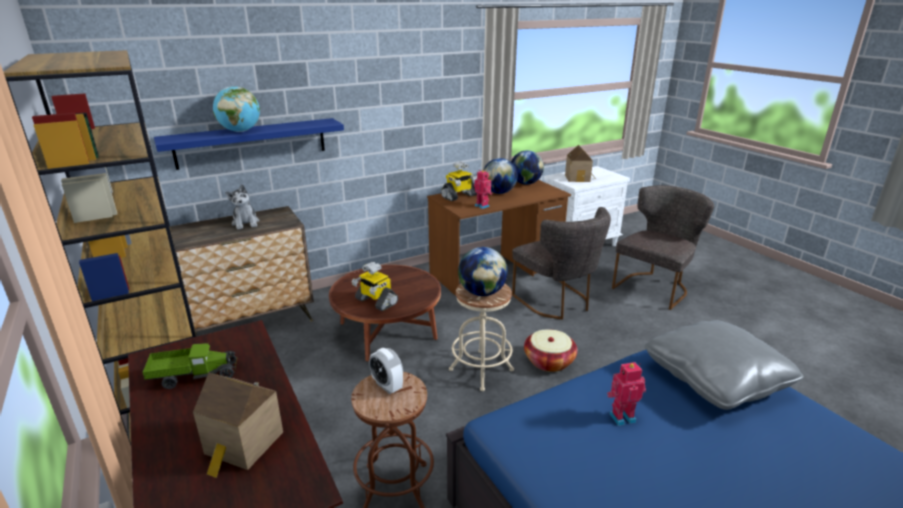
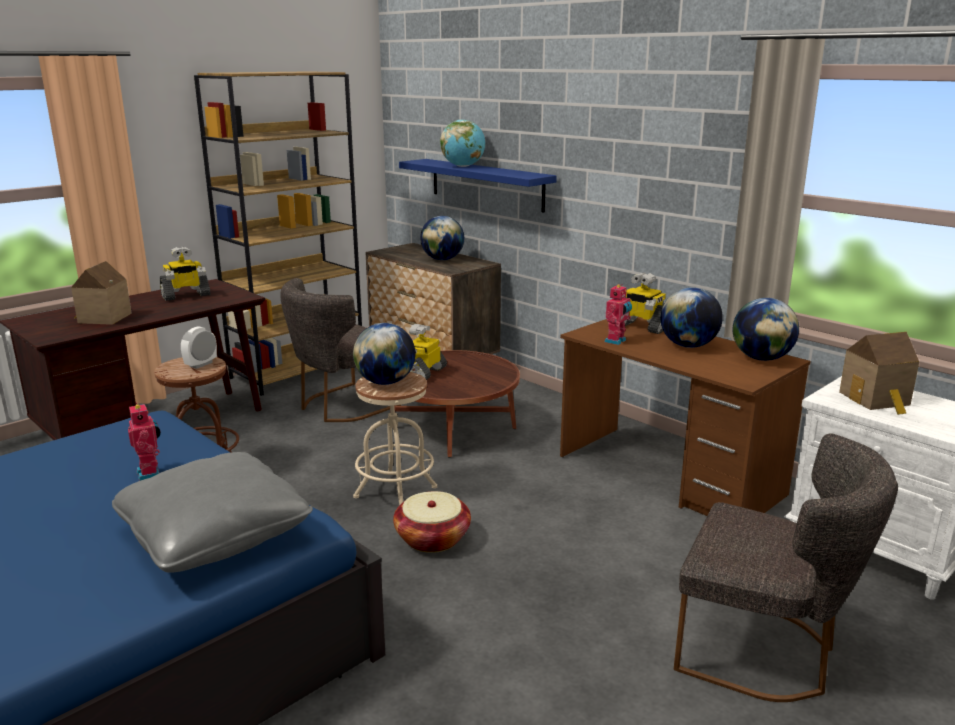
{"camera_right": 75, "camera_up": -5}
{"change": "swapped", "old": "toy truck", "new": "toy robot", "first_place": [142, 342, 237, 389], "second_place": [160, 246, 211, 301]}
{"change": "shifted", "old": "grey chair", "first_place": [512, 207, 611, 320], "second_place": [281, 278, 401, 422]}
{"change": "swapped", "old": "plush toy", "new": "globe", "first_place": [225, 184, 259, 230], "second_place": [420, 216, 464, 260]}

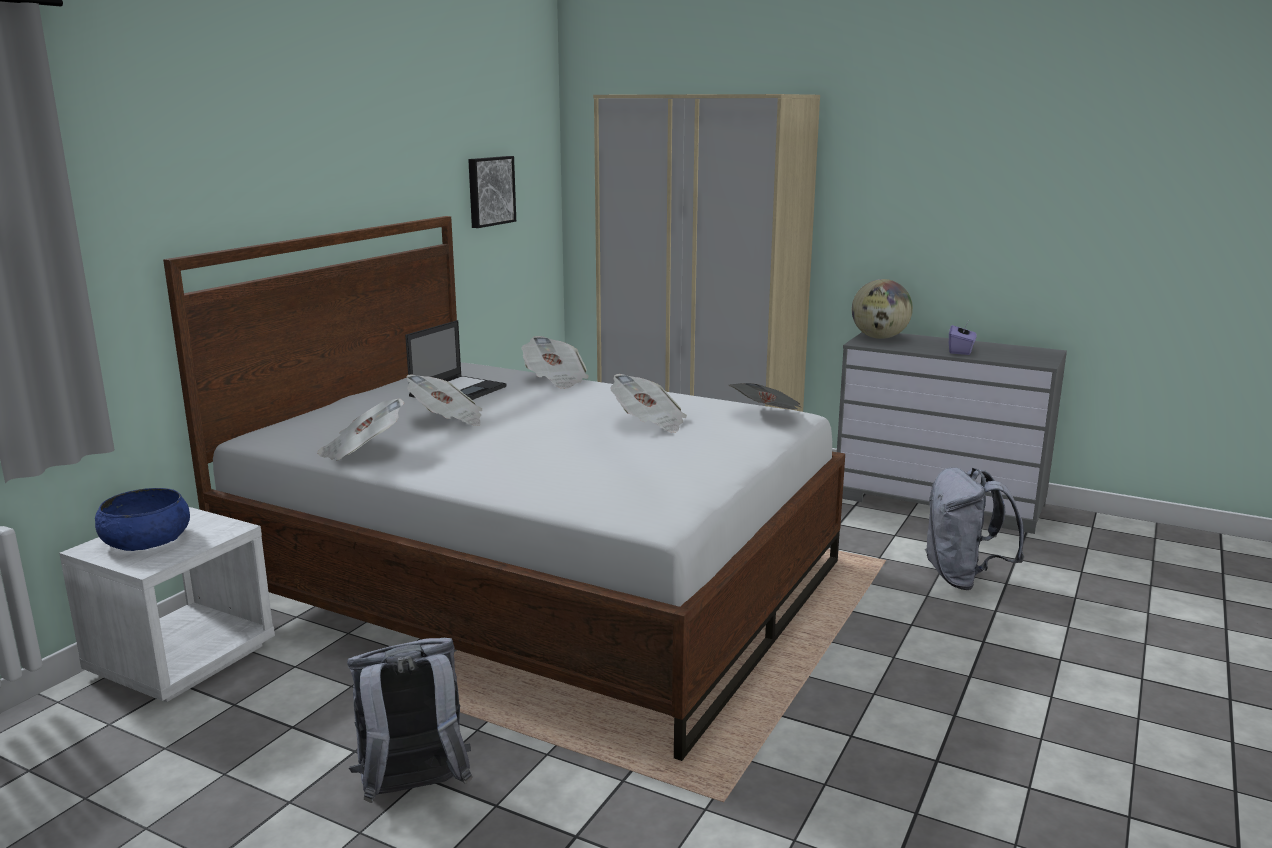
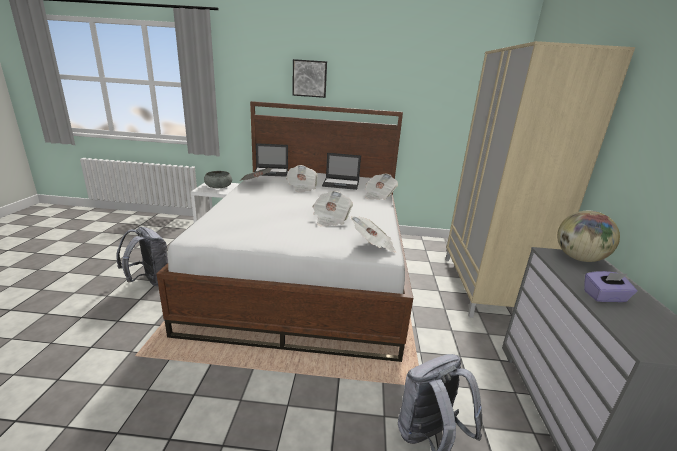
{"camera_right": 65, "camera_up": 5}
{"change": "repainted", "old": "blue bowl", "new": "grey bowl", "first_place": [95, 488, 190, 551], "second_place": [204, 171, 232, 188]}
{"change": "new", "new": "laptop", "second_place": [254, 143, 288, 177]}
{"change": "shifted", "old": "picture", "first_place": [468, 156, 516, 228], "second_place": [292, 59, 327, 98]}

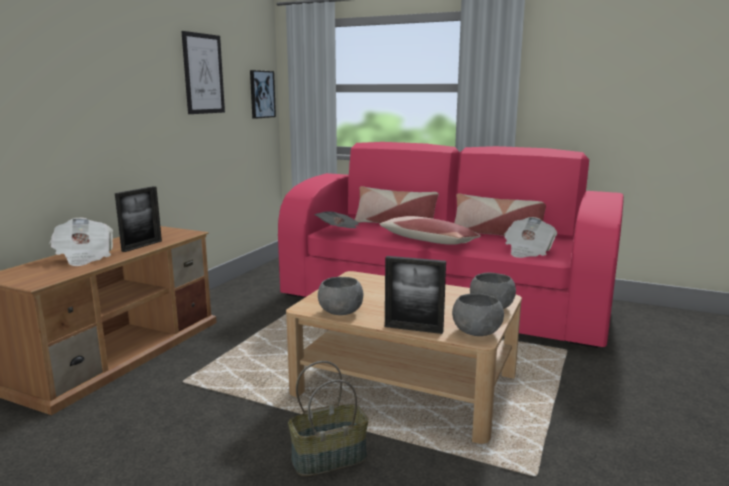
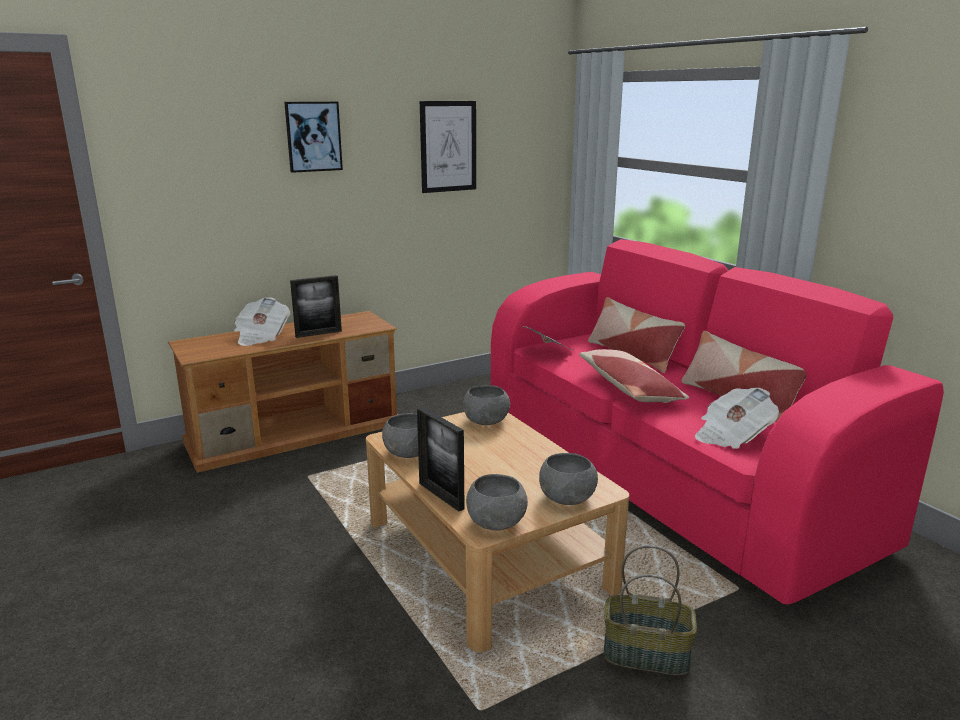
{"camera_right": 35, "camera_up": 5}
{"change": "shifted", "old": "picture", "first_place": [250, 70, 276, 119], "second_place": [284, 102, 343, 173]}
{"change": "new", "new": "grey bowl", "second_place": [463, 385, 510, 425]}
{"change": "shifted", "old": "basket", "first_place": [288, 361, 369, 476], "second_place": [603, 545, 697, 675]}

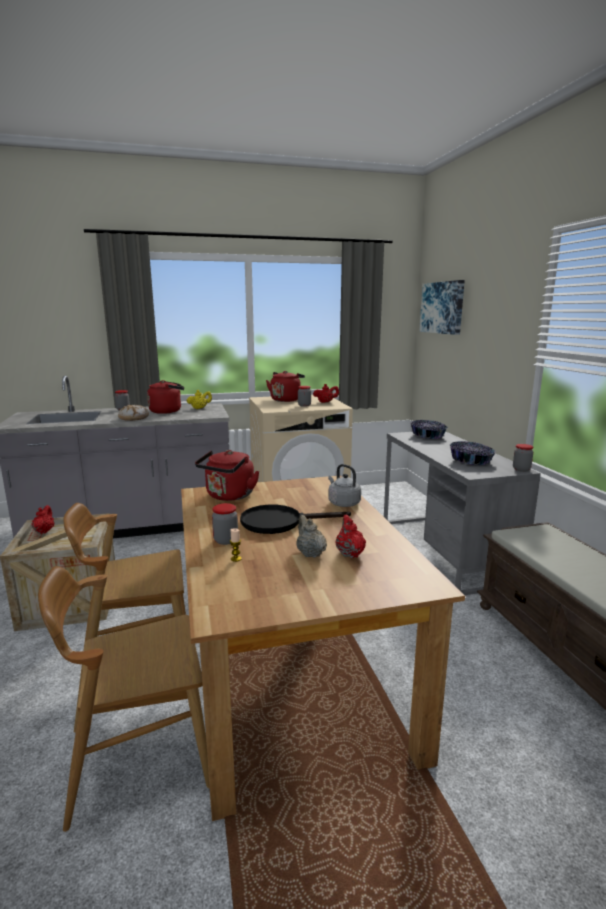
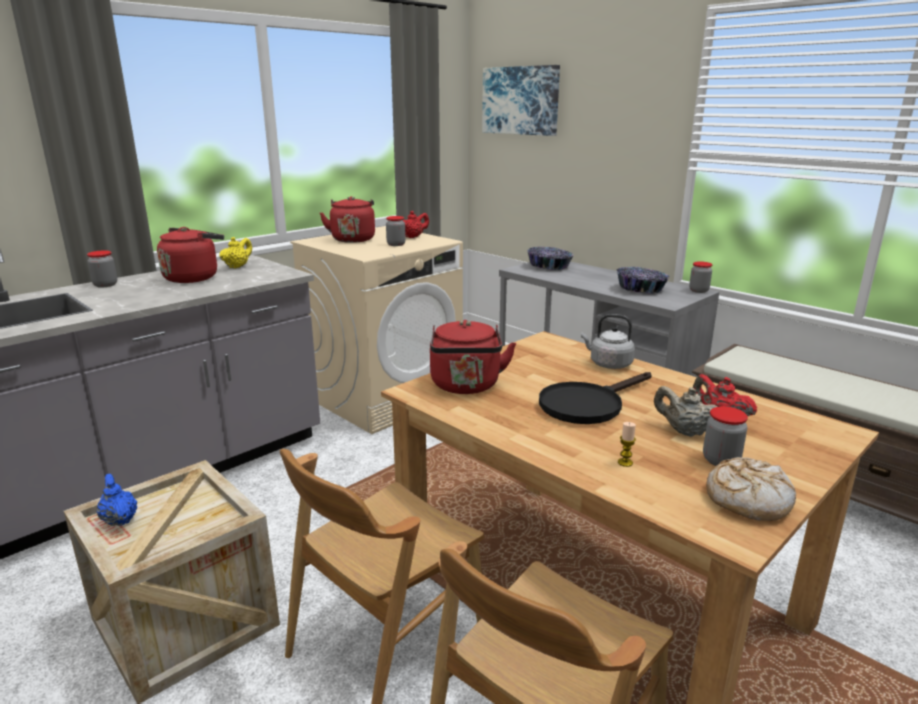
{"camera_right": -30, "camera_up": 5}
{"change": "repainted", "old": "red teapot", "new": "blue teapot", "first_place": [32, 505, 55, 534], "second_place": [97, 474, 137, 526]}
{"change": "shifted", "old": "jar", "first_place": [212, 503, 238, 545], "second_place": [703, 406, 748, 466]}
{"change": "shifted", "old": "bread", "first_place": [118, 405, 149, 421], "second_place": [706, 457, 796, 521]}

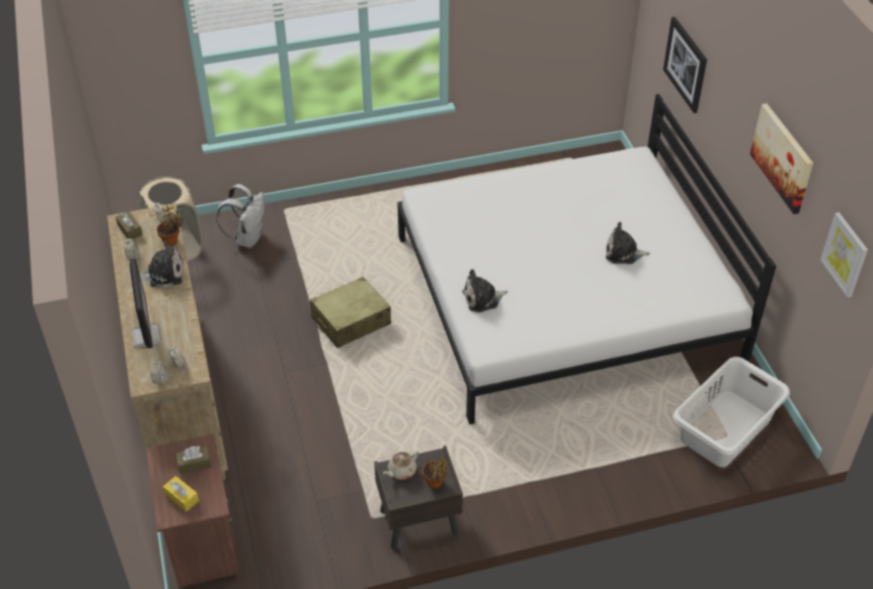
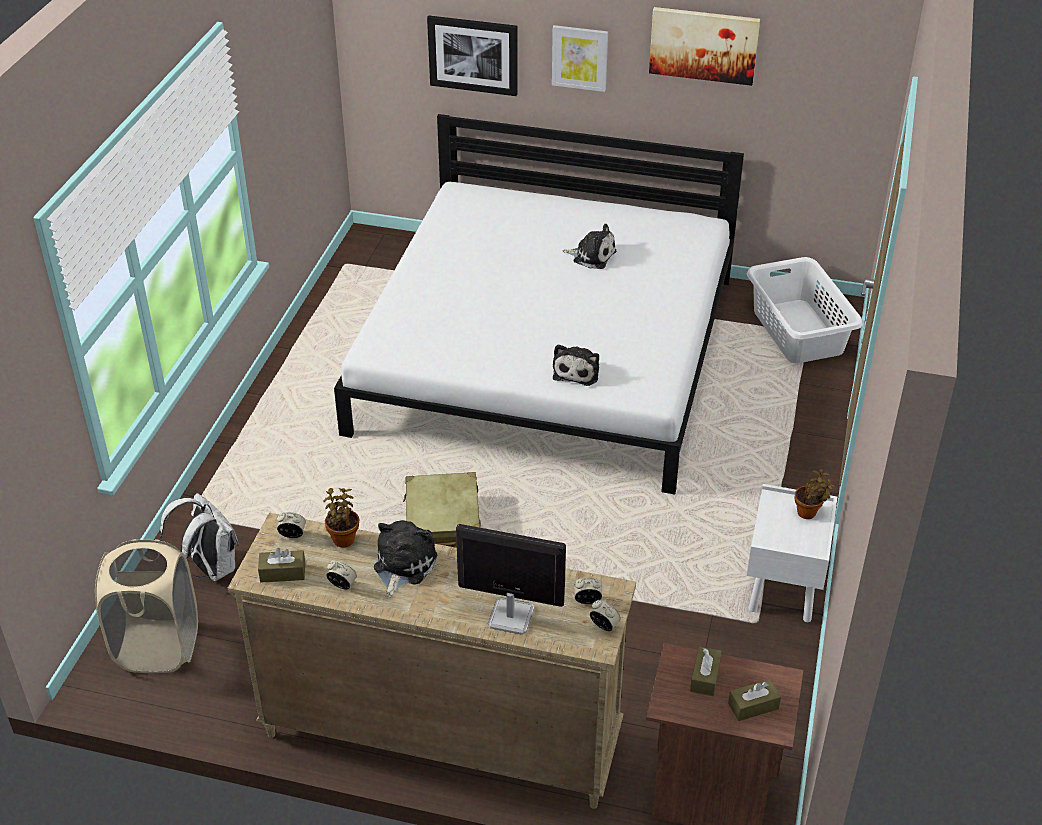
{"camera_right": -60, "camera_up": -5}
{"change": "shifted", "old": "picture", "first_place": [820, 212, 868, 298], "second_place": [552, 25, 608, 92]}
{"change": "rotated", "old": "plush toy", "first_place": [606, 222, 650, 264], "second_place": [562, 224, 616, 269], "degrees": -105}
{"change": "repainted", "old": "yellow tissue box", "new": "brown tissue box", "first_place": [163, 476, 199, 512], "second_place": [728, 679, 781, 721]}
{"change": "repainted", "old": "brown nightstand", "new": "white nightstand", "first_place": [374, 445, 463, 549], "second_place": [747, 484, 837, 622]}
{"change": "gone", "old": "beige teapot", "first_place": [383, 450, 419, 480]}

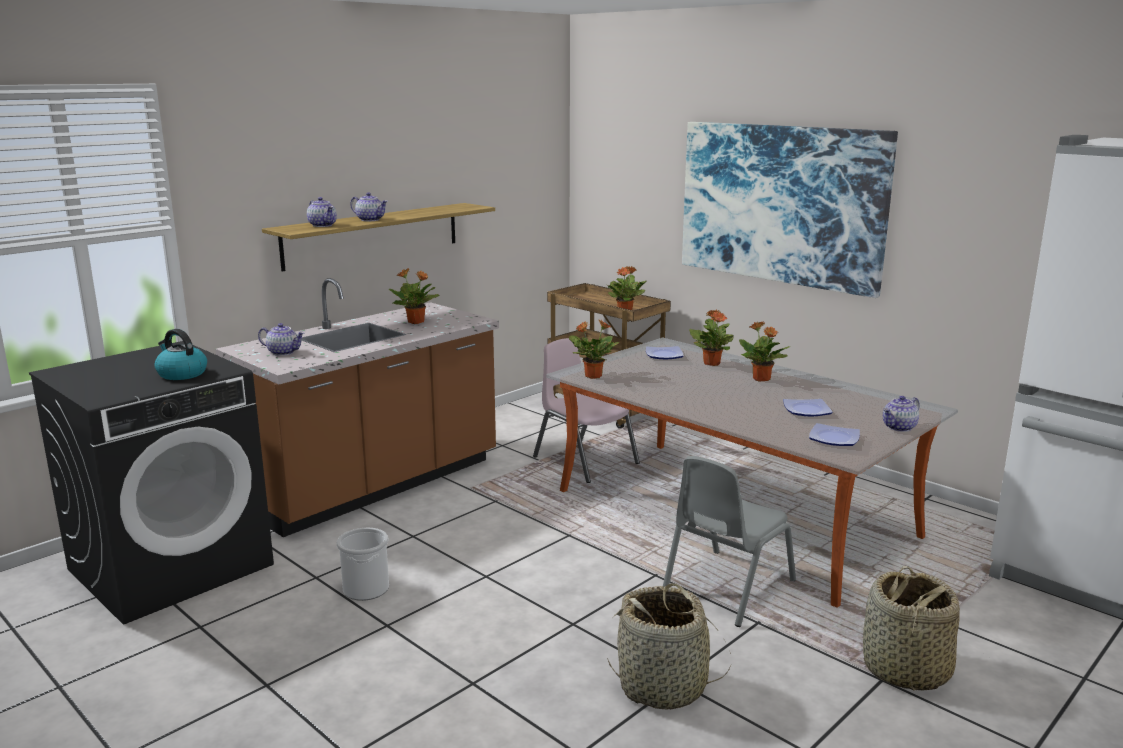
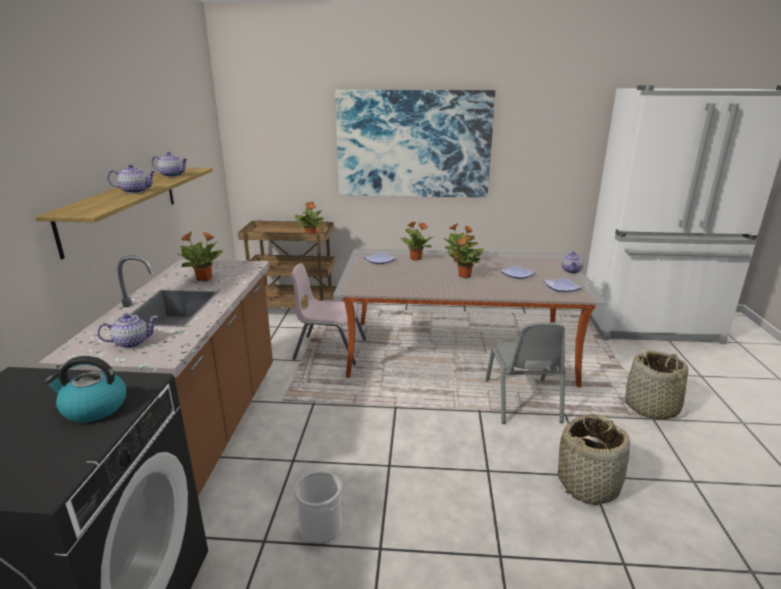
{"camera_right": -40, "camera_up": 5}
{"change": "shifted", "old": "teapot", "first_place": [307, 197, 337, 227], "second_place": [152, 152, 188, 177]}
{"change": "shifted", "old": "potted plant", "first_place": [569, 320, 619, 379], "second_place": [447, 234, 484, 278]}

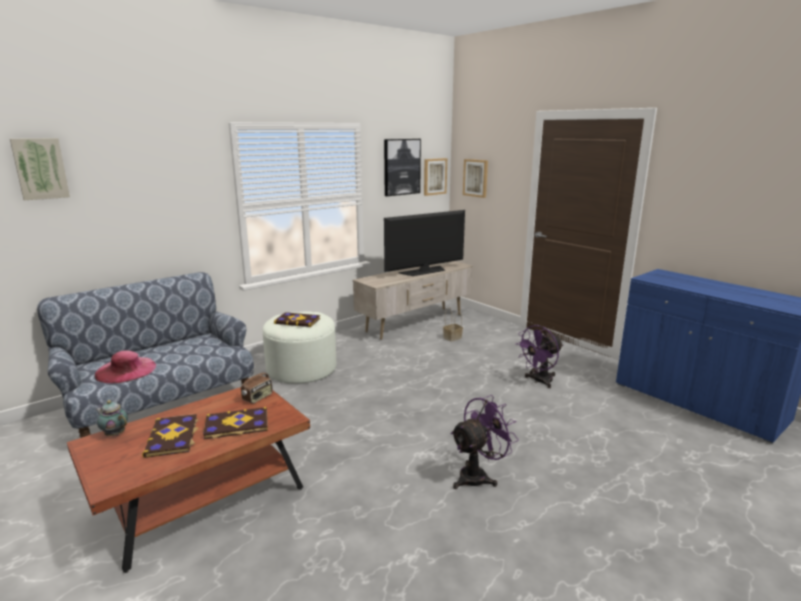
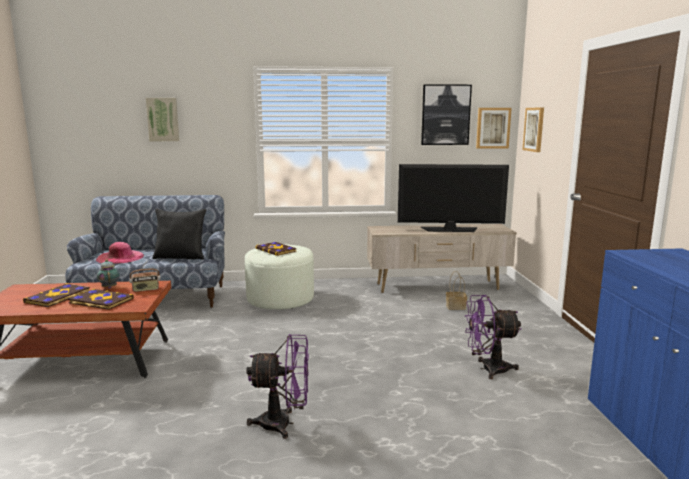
{"camera_right": 35, "camera_up": -5}
{"change": "shifted", "old": "teapot", "first_place": [95, 400, 128, 436], "second_place": [97, 259, 120, 289]}
{"change": "shifted", "old": "picture", "first_place": [10, 138, 70, 200], "second_place": [146, 98, 179, 141]}
{"change": "new", "new": "black pillow", "second_place": [152, 209, 206, 259]}

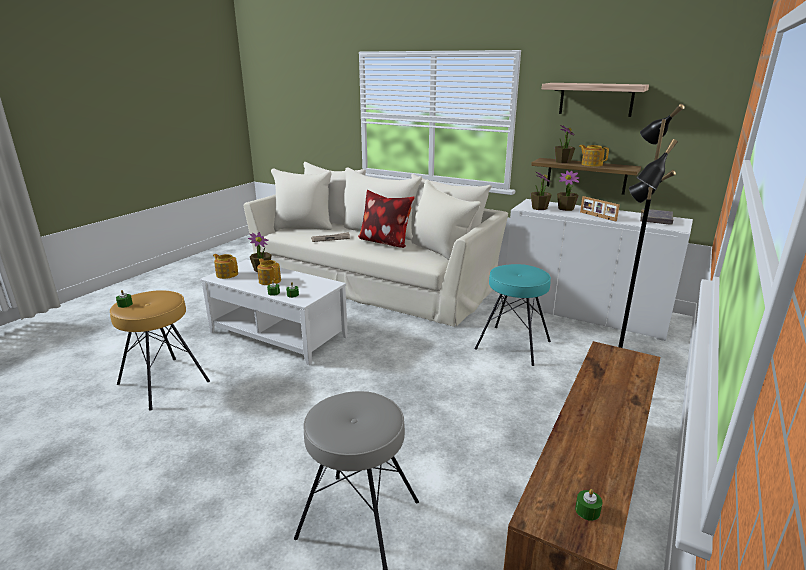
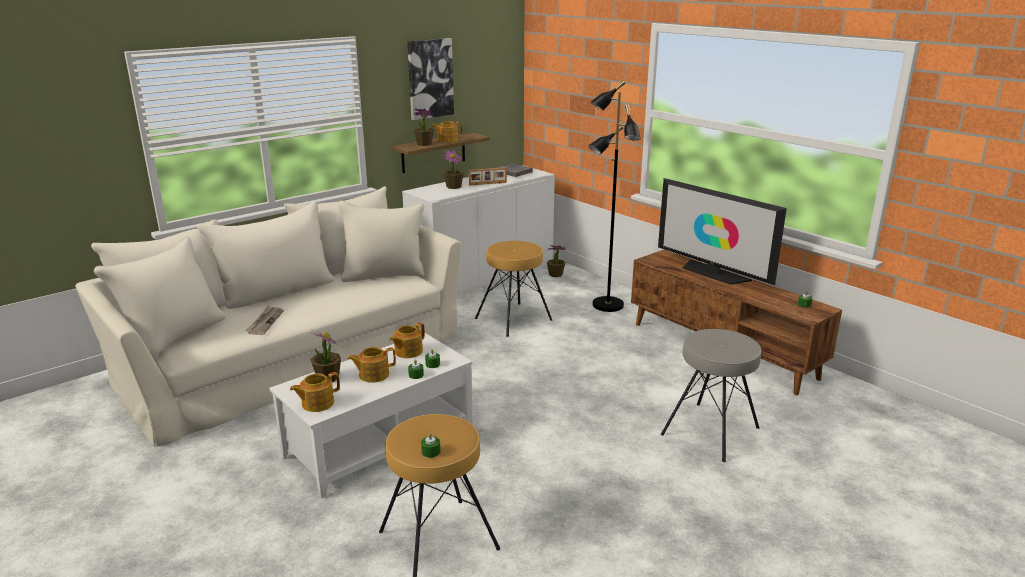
{"camera_right": -70, "camera_up": 0}
{"change": "new", "new": "teapot", "second_place": [390, 323, 425, 358]}
{"change": "swapped", "old": "shelf", "new": "picture", "first_place": [542, 83, 649, 117], "second_place": [407, 38, 454, 120]}
{"change": "repainted", "old": "turquoise stool", "new": "brown stool", "first_place": [475, 264, 551, 366], "second_place": [475, 241, 553, 337]}
{"change": "shifted", "old": "potted plant", "first_place": [531, 172, 552, 210], "second_place": [547, 245, 566, 277]}
{"change": "new", "new": "television", "second_place": [658, 178, 787, 285]}
{"change": "gone", "old": "pillow", "first_place": [358, 190, 415, 248]}

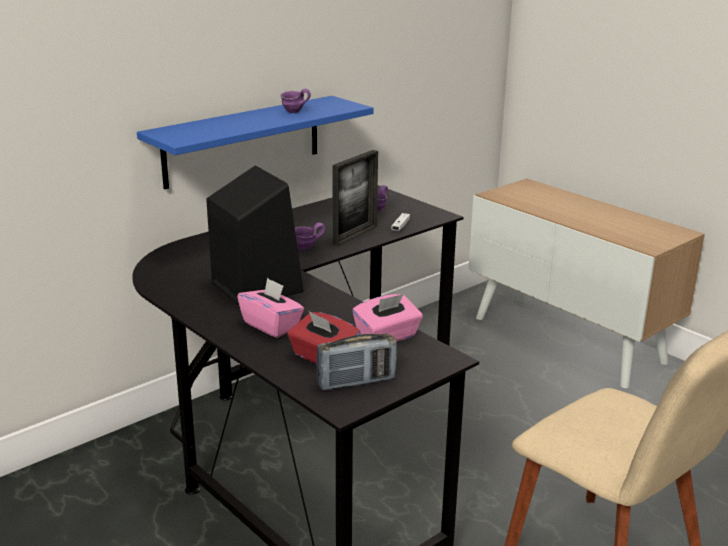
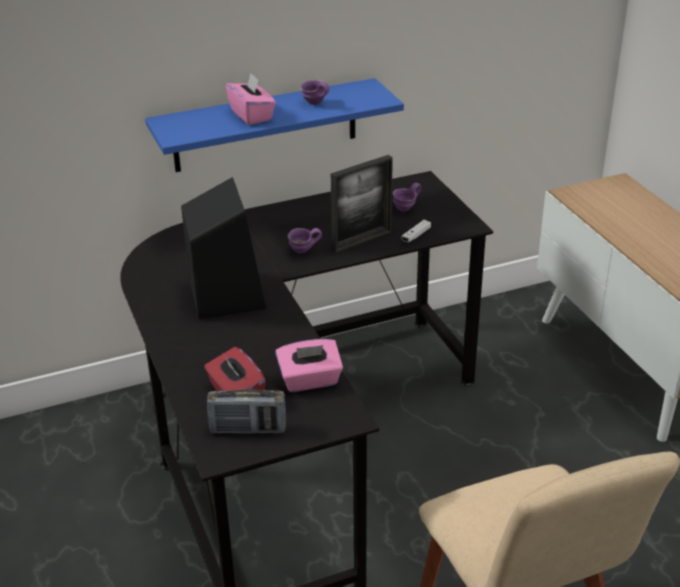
{"camera_right": 20, "camera_up": 10}
{"change": "shifted", "old": "pink tissue box", "first_place": [237, 277, 304, 338], "second_place": [225, 74, 276, 125]}

